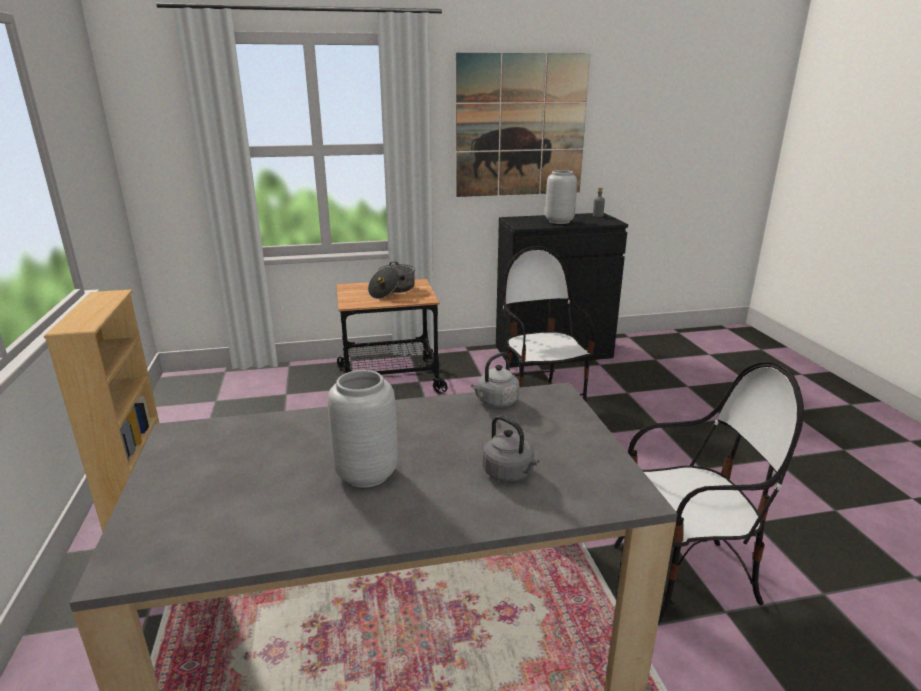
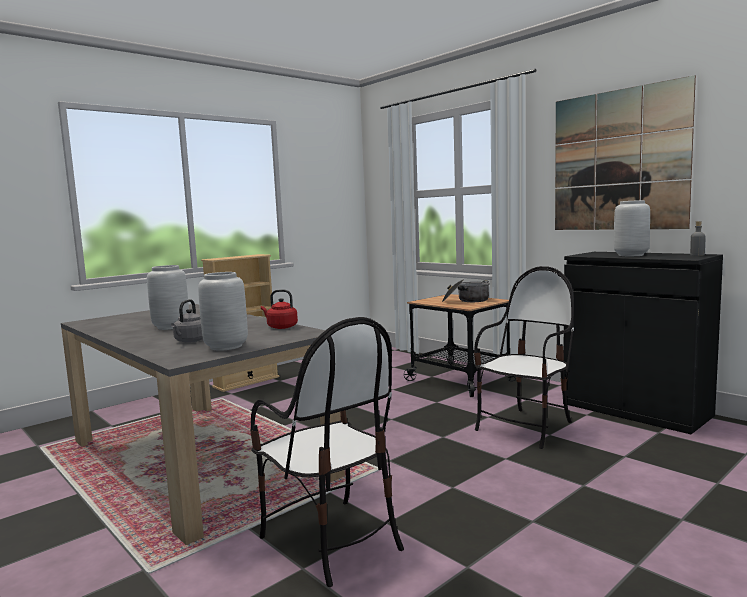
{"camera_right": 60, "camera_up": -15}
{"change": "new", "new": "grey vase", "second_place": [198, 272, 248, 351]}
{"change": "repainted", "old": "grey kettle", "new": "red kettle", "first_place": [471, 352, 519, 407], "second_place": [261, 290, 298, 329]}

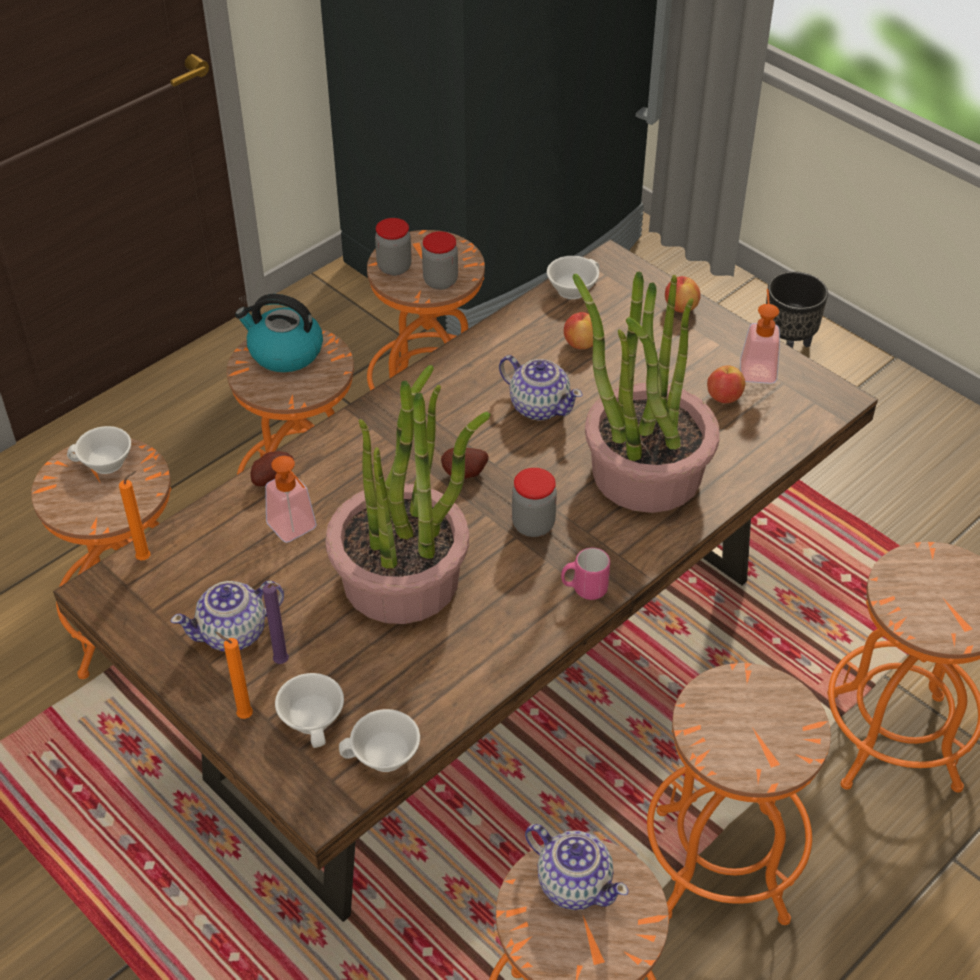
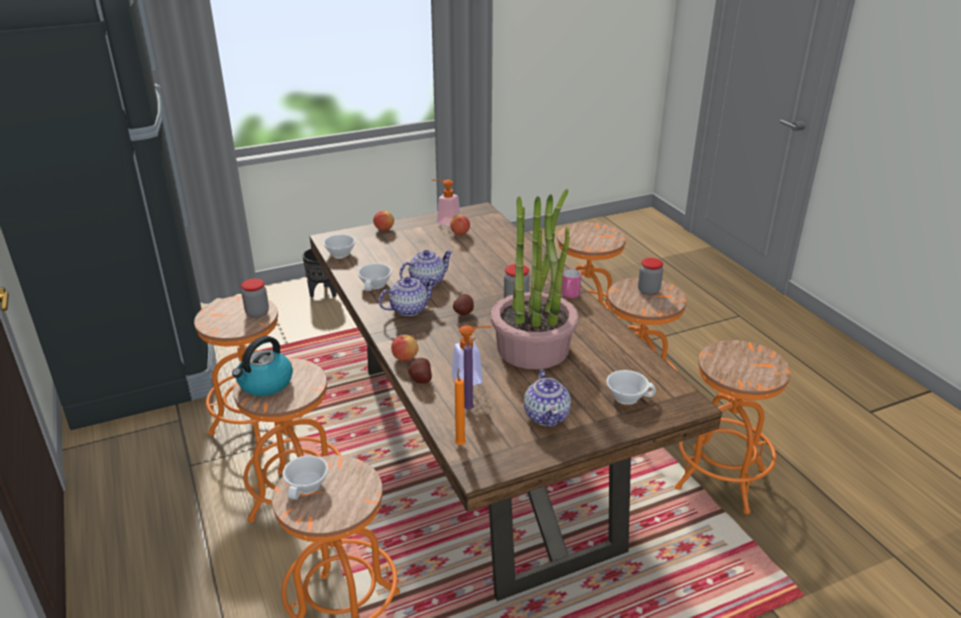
{"camera_right": -70, "camera_up": -15}
{"change": "shifted", "old": "white cup", "first_place": [339, 709, 420, 772], "second_place": [358, 263, 392, 291]}
{"change": "shifted", "old": "teapot", "first_place": [525, 824, 629, 910], "second_place": [379, 277, 437, 316]}
{"change": "shifted", "old": "apple", "first_place": [564, 312, 593, 349], "second_place": [391, 335, 419, 361]}
{"change": "shifted", "old": "purple candle", "first_place": [263, 583, 289, 664], "second_place": [464, 338, 475, 410]}
{"change": "shifted", "old": "jar", "first_place": [375, 218, 412, 276], "second_place": [638, 258, 663, 295]}
{"change": "gone", "old": "orange candle", "first_place": [215, 632, 253, 719]}
{"change": "gone", "old": "potted plant", "first_place": [573, 271, 720, 513]}

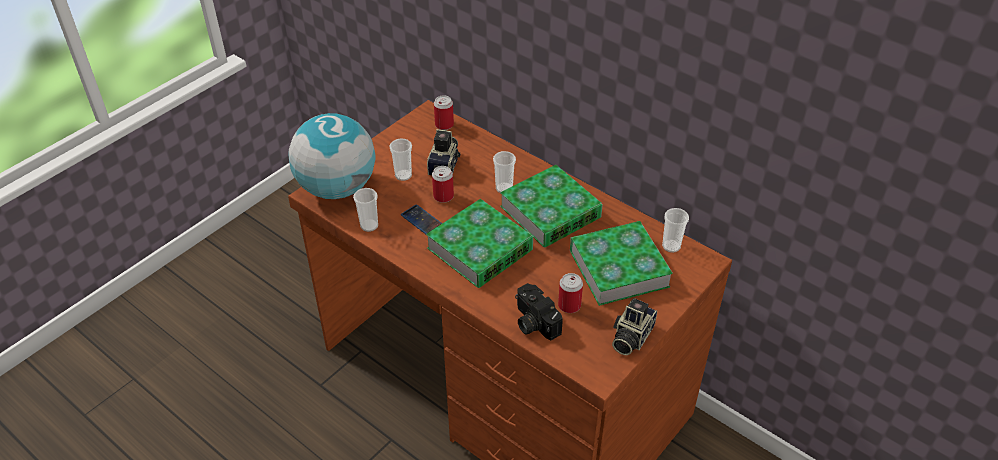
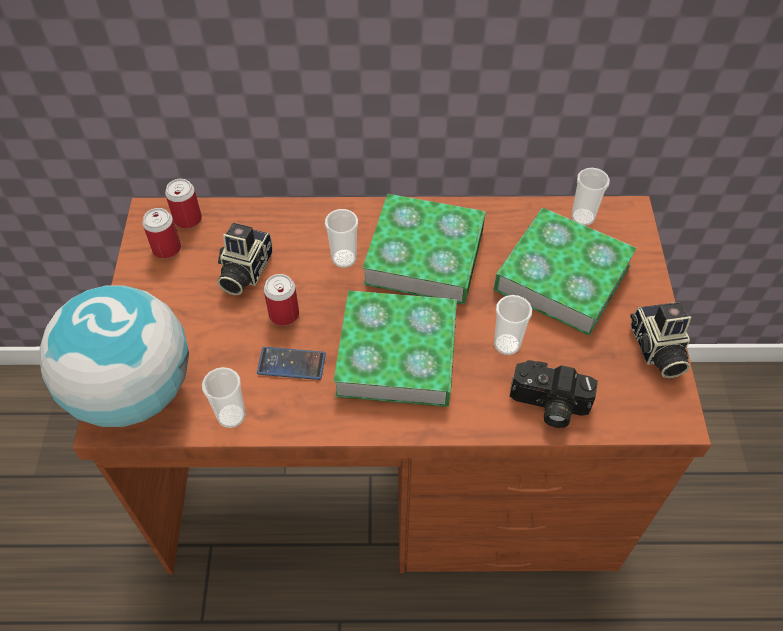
{"camera_right": -40, "camera_up": 10}
{"change": "shifted", "old": "can", "first_place": [558, 273, 583, 313], "second_place": [142, 208, 181, 259]}
{"change": "rotated", "old": "photo camera", "first_place": [427, 129, 461, 175], "second_place": [217, 223, 273, 295], "degrees": -135}
{"change": "shifted", "old": "cup", "first_place": [389, 139, 412, 181], "second_place": [494, 295, 532, 355]}

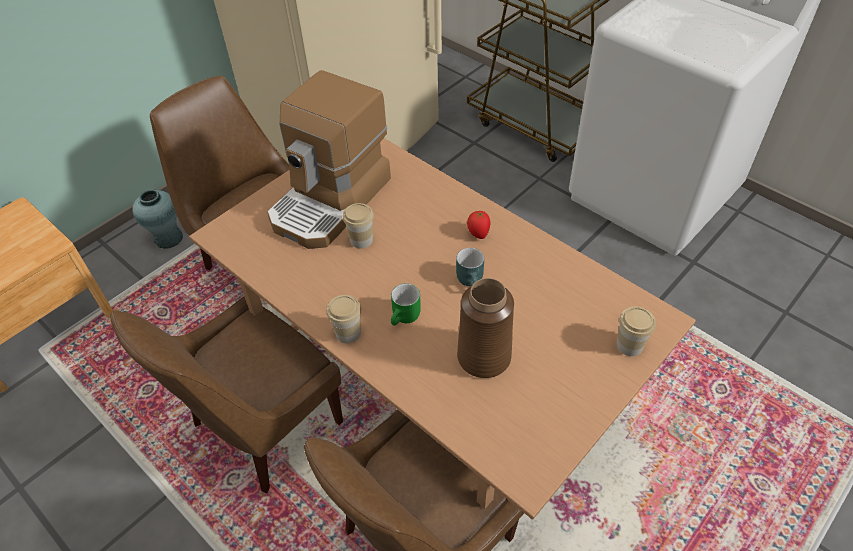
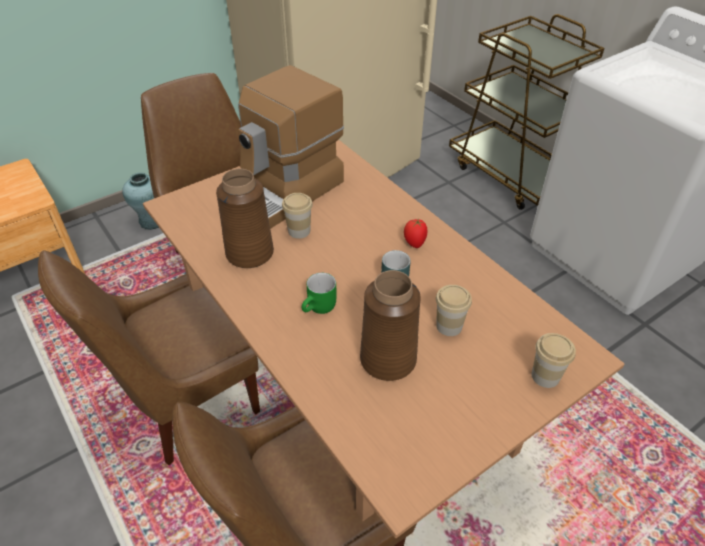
{"camera_right": 10, "camera_up": -5}
{"change": "new", "new": "brown vase", "second_place": [216, 169, 274, 268]}
{"change": "shifted", "old": "cup", "first_place": [327, 295, 361, 343], "second_place": [436, 285, 472, 336]}

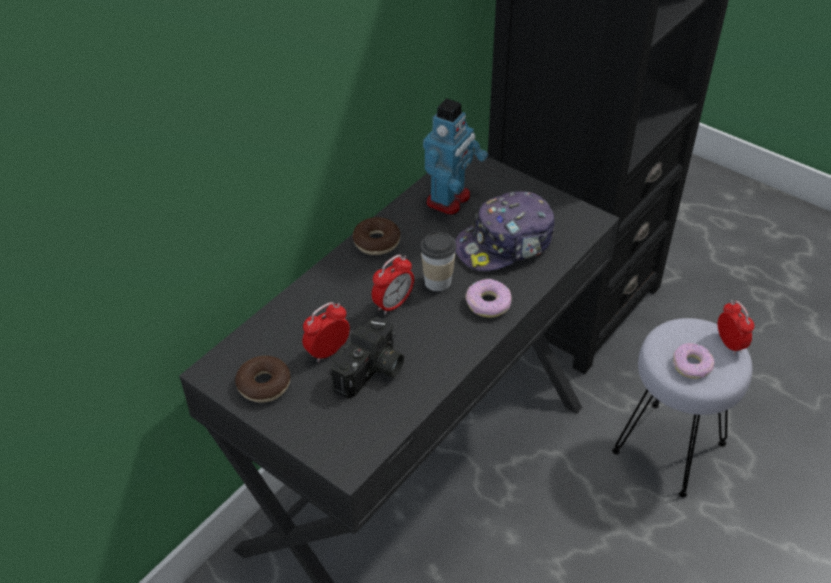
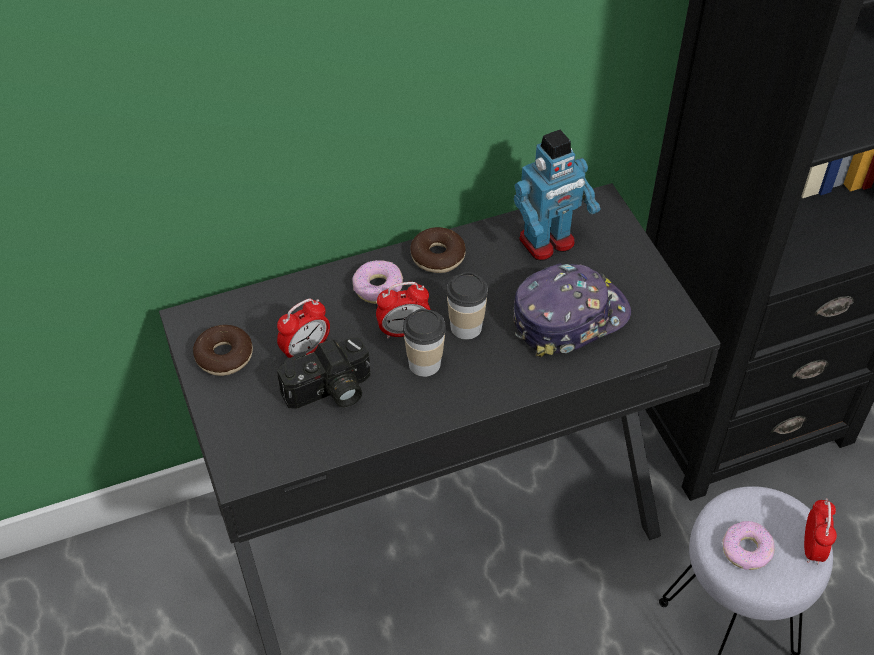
{"camera_right": 30, "camera_up": 5}
{"change": "rotated", "old": "alarm clock", "first_place": [302, 302, 350, 362], "second_place": [277, 298, 330, 358], "degrees": 150}
{"change": "shifted", "old": "donut", "first_place": [465, 279, 512, 318], "second_place": [353, 260, 403, 304]}
{"change": "new", "new": "cup", "second_place": [403, 309, 446, 377]}
{"change": "rotated", "old": "cap", "first_place": [455, 191, 554, 271], "second_place": [513, 263, 631, 357], "degrees": 150}

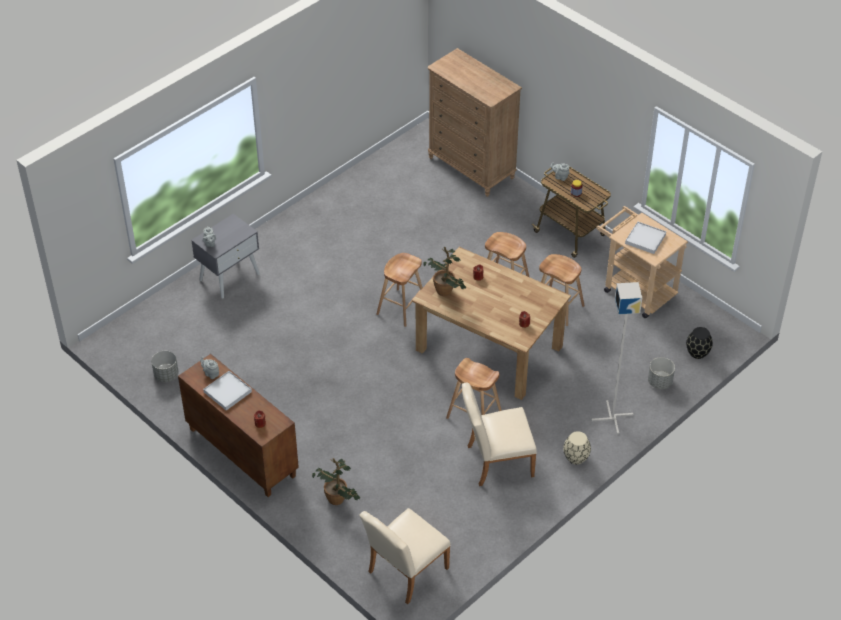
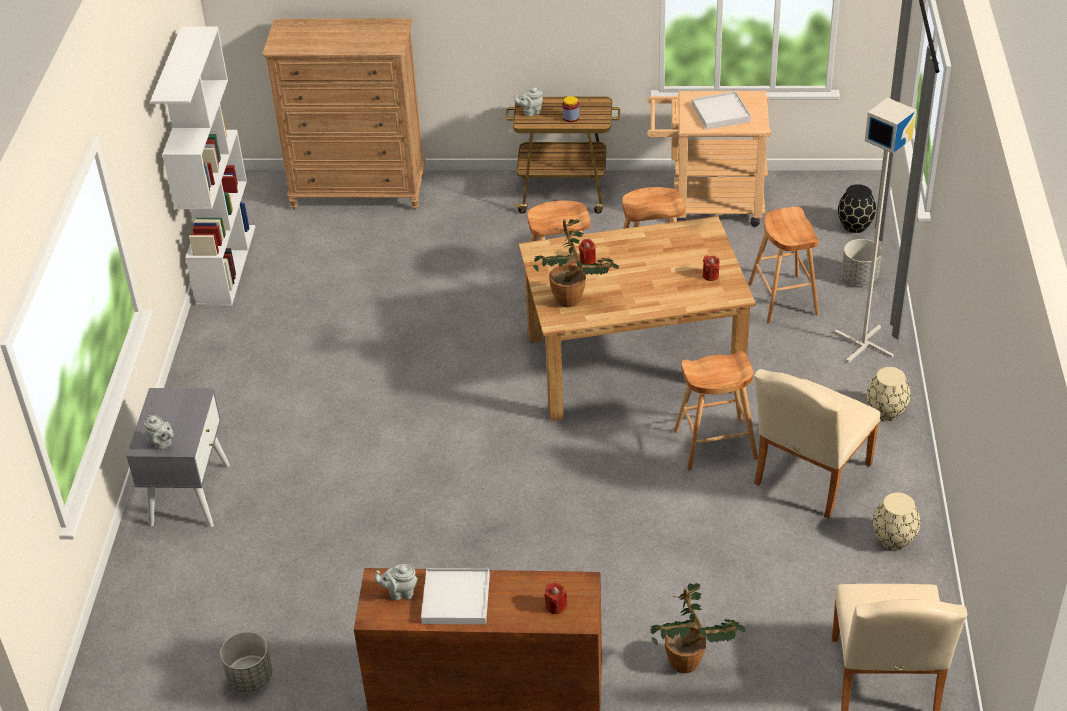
{"camera_right": -40, "camera_up": -5}
{"change": "new", "new": "white bookcase", "second_place": [150, 27, 255, 306]}
{"change": "shifted", "old": "brown stool", "first_place": [376, 253, 423, 327], "second_place": [748, 207, 819, 324]}
{"change": "new", "new": "beige vase", "second_place": [873, 493, 920, 550]}

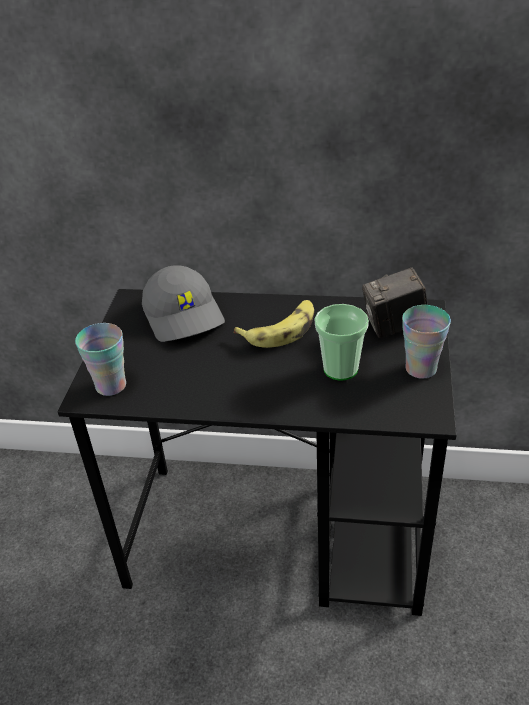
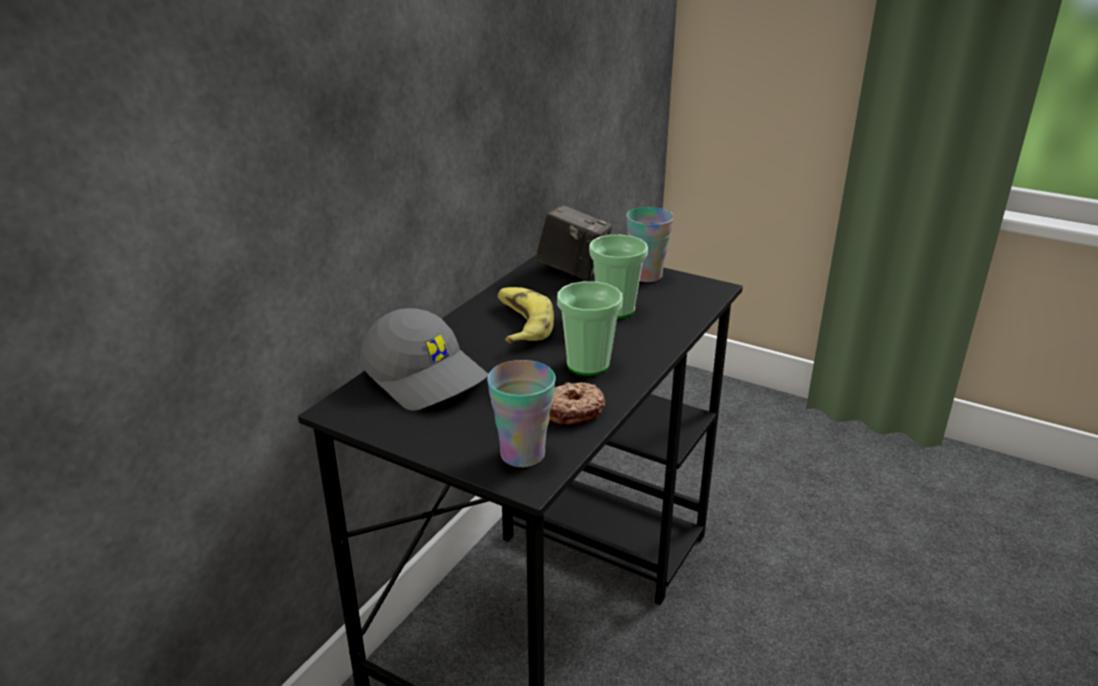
{"camera_right": -70, "camera_up": -10}
{"change": "rotated", "old": "grey cap", "first_place": [142, 265, 225, 342], "second_place": [360, 308, 488, 411], "degrees": 45}
{"change": "rotated", "old": "photo camera", "first_place": [362, 267, 428, 338], "second_place": [536, 205, 612, 280], "degrees": -75}
{"change": "new", "new": "donut", "second_place": [549, 382, 605, 425]}
{"change": "new", "new": "cup", "second_place": [557, 281, 623, 376]}

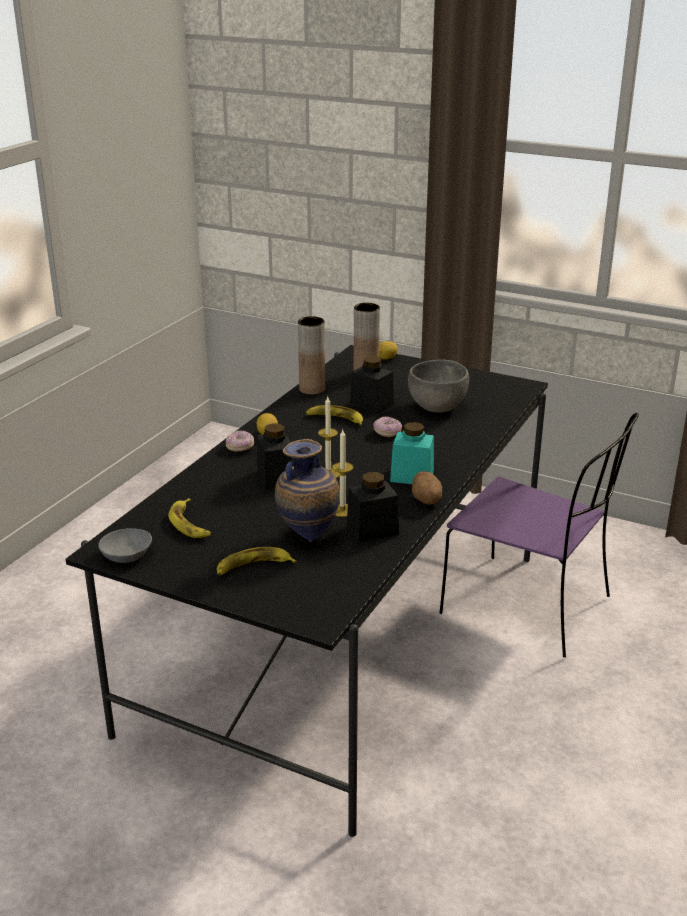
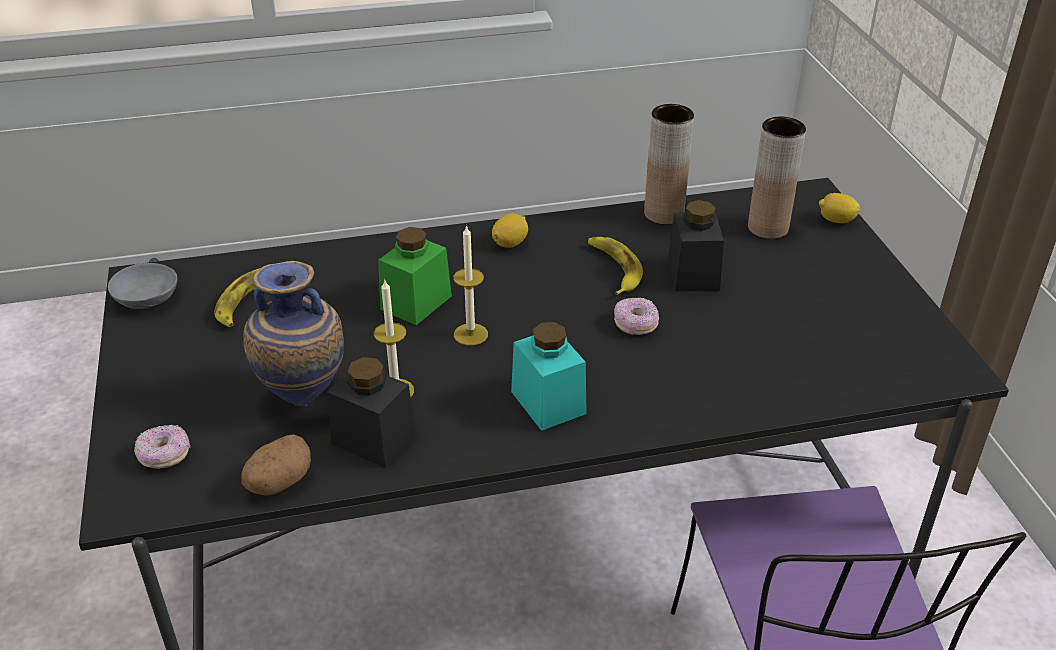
{"camera_right": 50, "camera_up": 10}
{"change": "shifted", "old": "donut", "first_place": [226, 430, 254, 451], "second_place": [134, 425, 191, 469]}
{"change": "shifted", "old": "potato", "first_place": [412, 471, 442, 505], "second_place": [241, 434, 311, 496]}
{"change": "repainted", "old": "black jar", "new": "green jar", "first_place": [257, 423, 294, 489], "second_place": [378, 227, 452, 325]}
{"change": "gone", "old": "banana", "first_place": [217, 547, 297, 575]}
{"change": "gone", "old": "grey bowl", "first_place": [408, 360, 469, 413]}

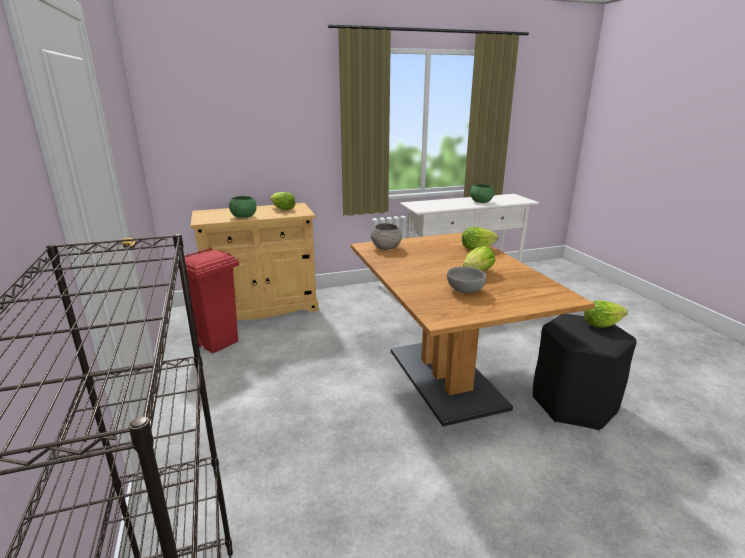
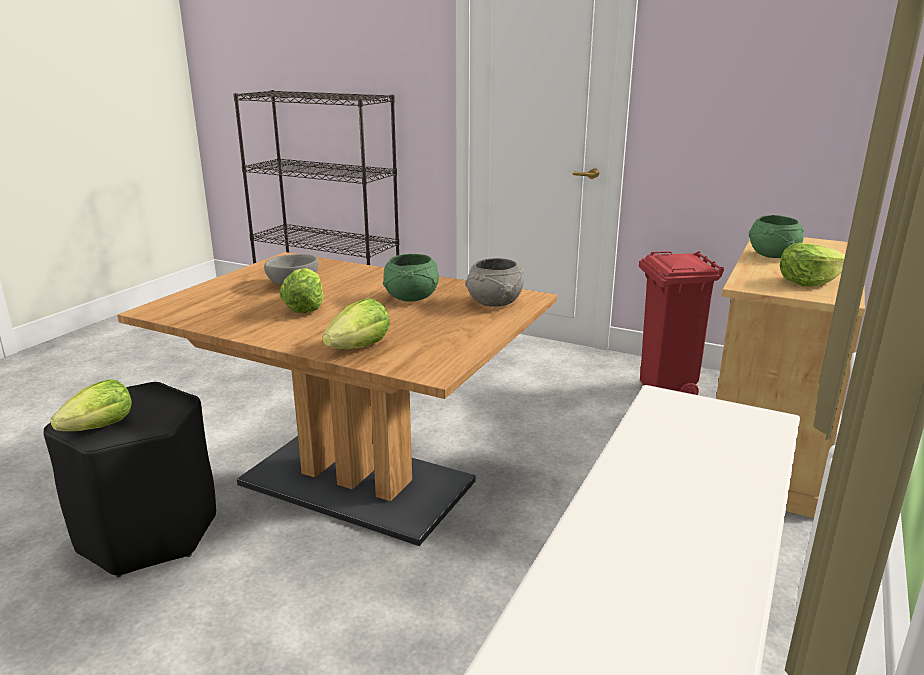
{"camera_right": 135, "camera_up": 0}
{"change": "shifted", "old": "green bowl", "first_place": [470, 184, 494, 203], "second_place": [383, 254, 439, 302]}

